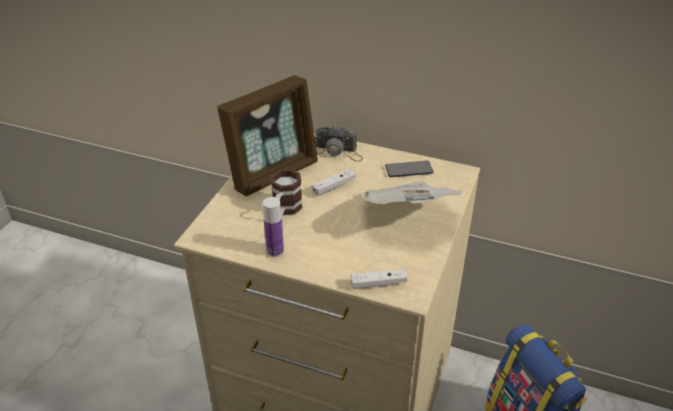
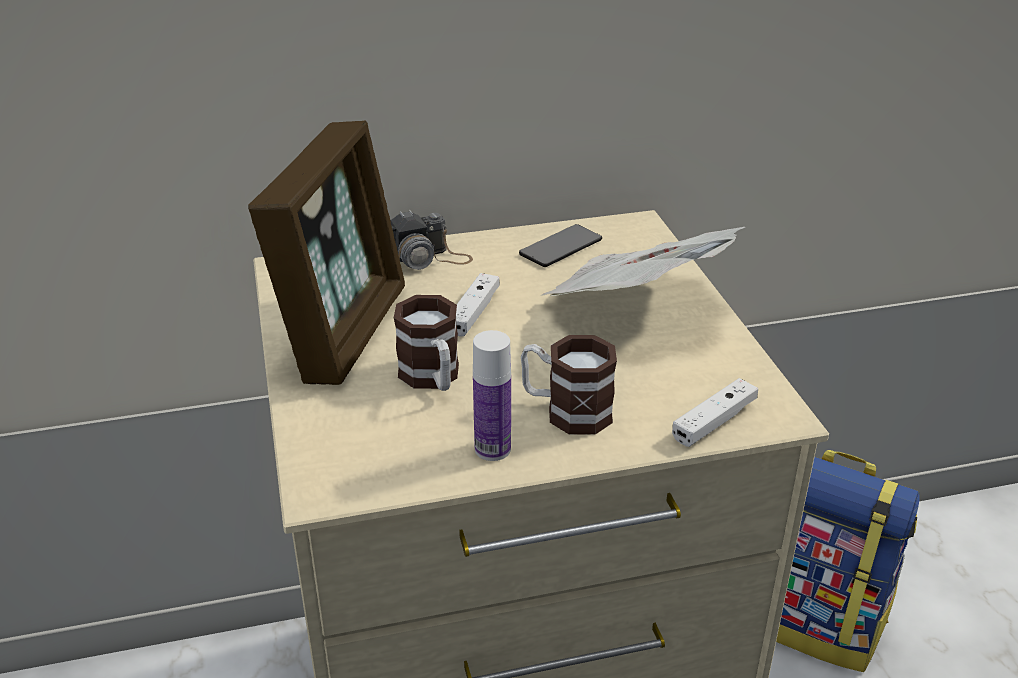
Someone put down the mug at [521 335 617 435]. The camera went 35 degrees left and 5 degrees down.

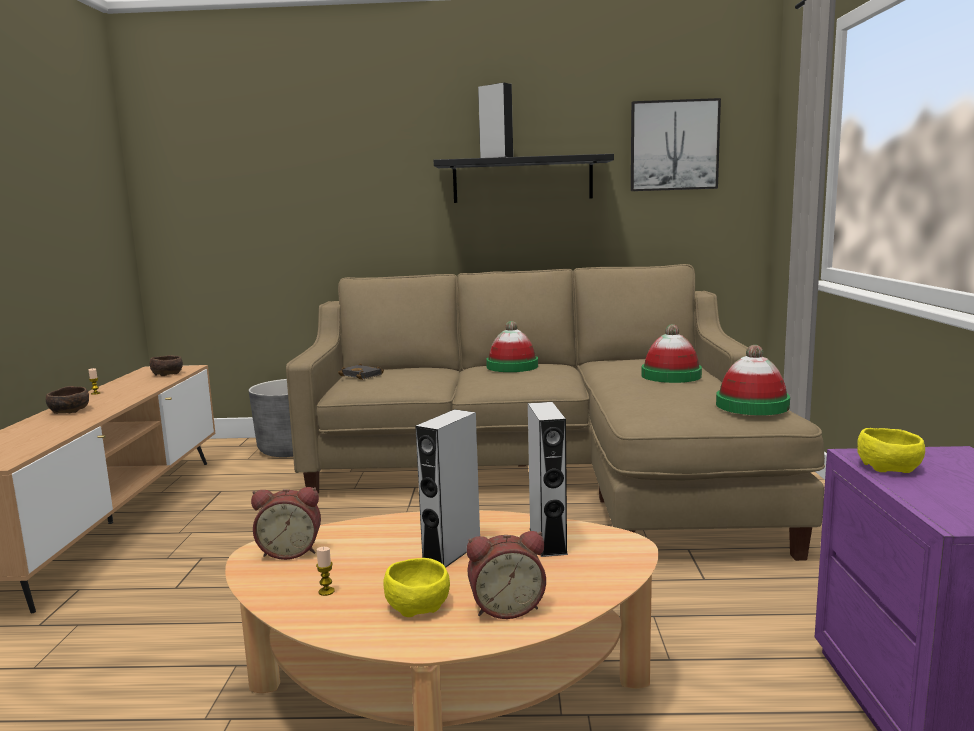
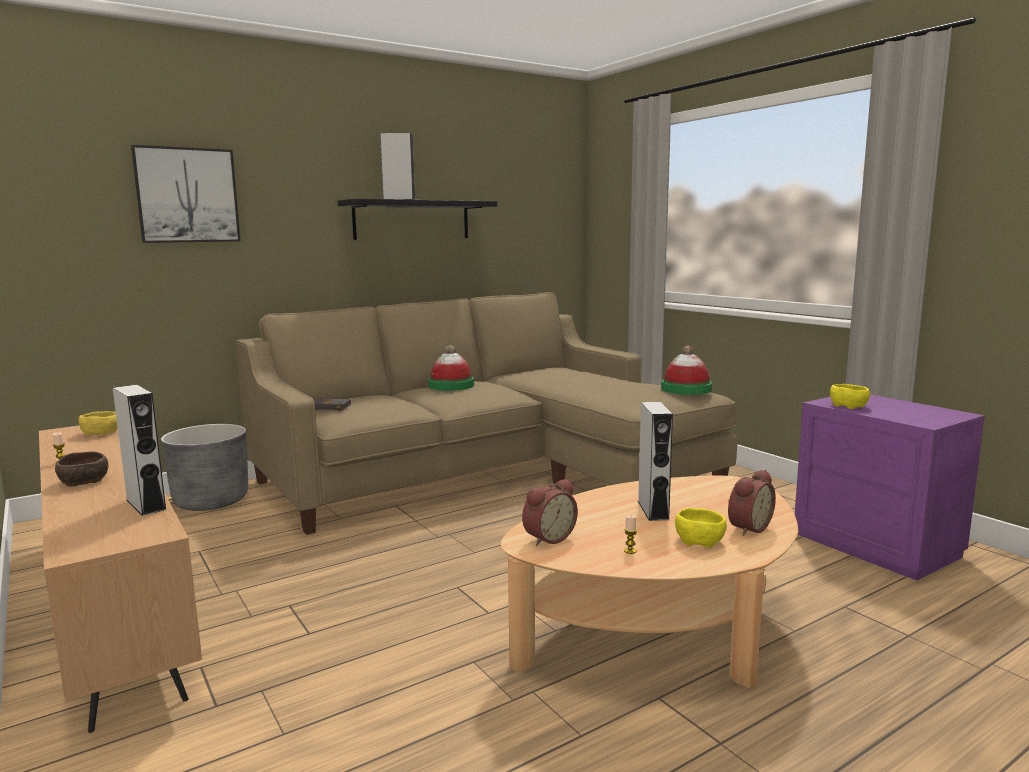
Someone repainted the bol (marron) at [149 355 183 376], which became the bol (jaune) at [78 411 118 437]. Someone carried the enceinte (gris) from [528 402 568 557] to [113 385 167 516]. Someone carried the tableau from [631 98 721 191] to [131 145 241 243]. Someone took away the chapeau at [641 324 702 383]. The camera went 35 degrees left and 0 degrees up.

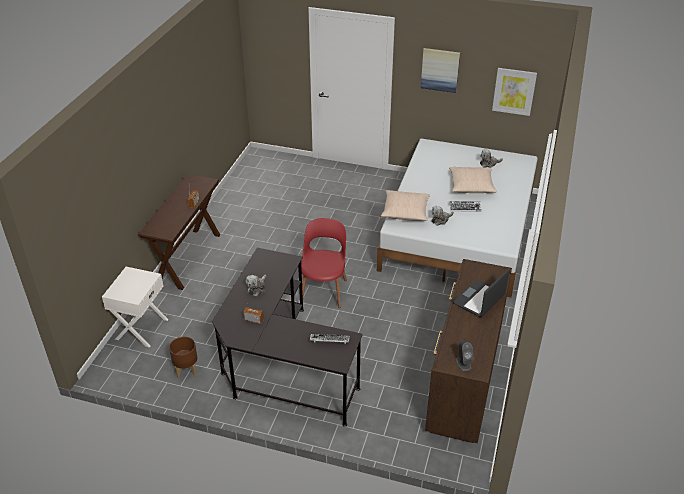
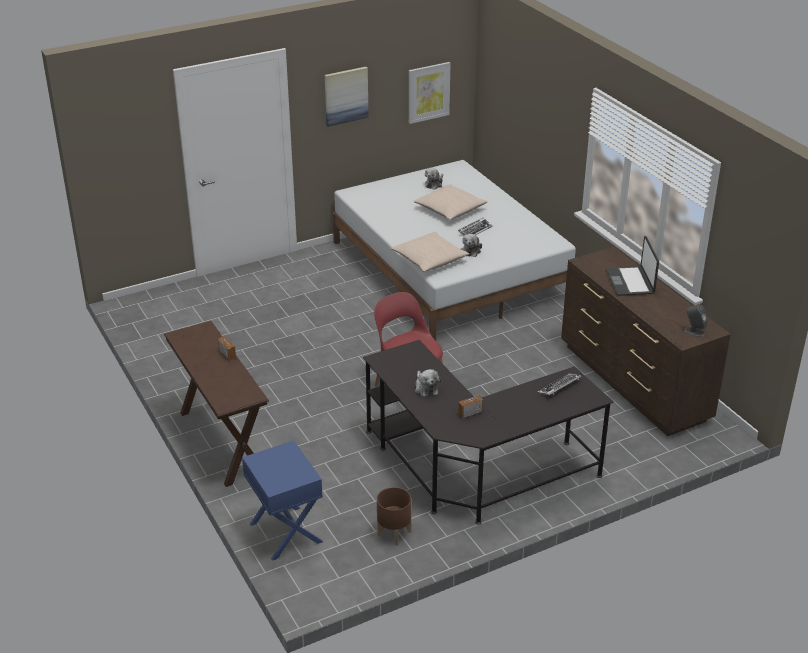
Someone repainted the table de chevet (blanc) at [102 267 168 348], which became the table de chevet (bleu) at [242 440 323 561]. The camera went 45 degrees left and 5 degrees down.

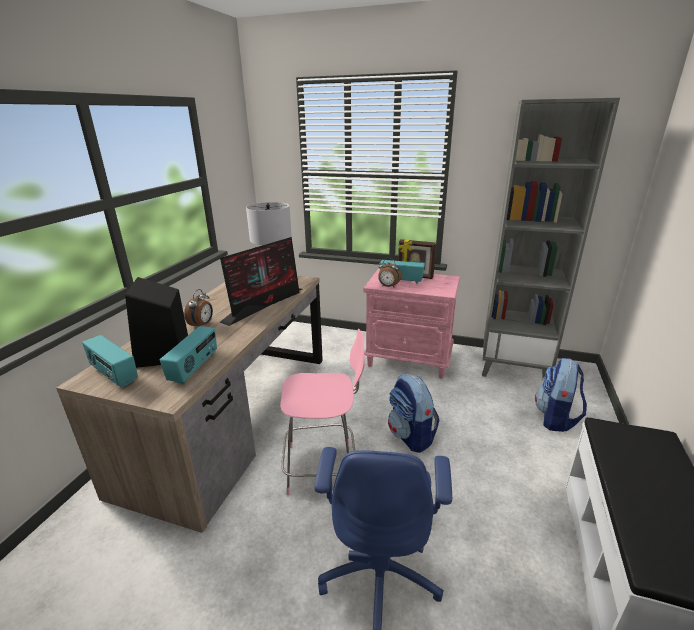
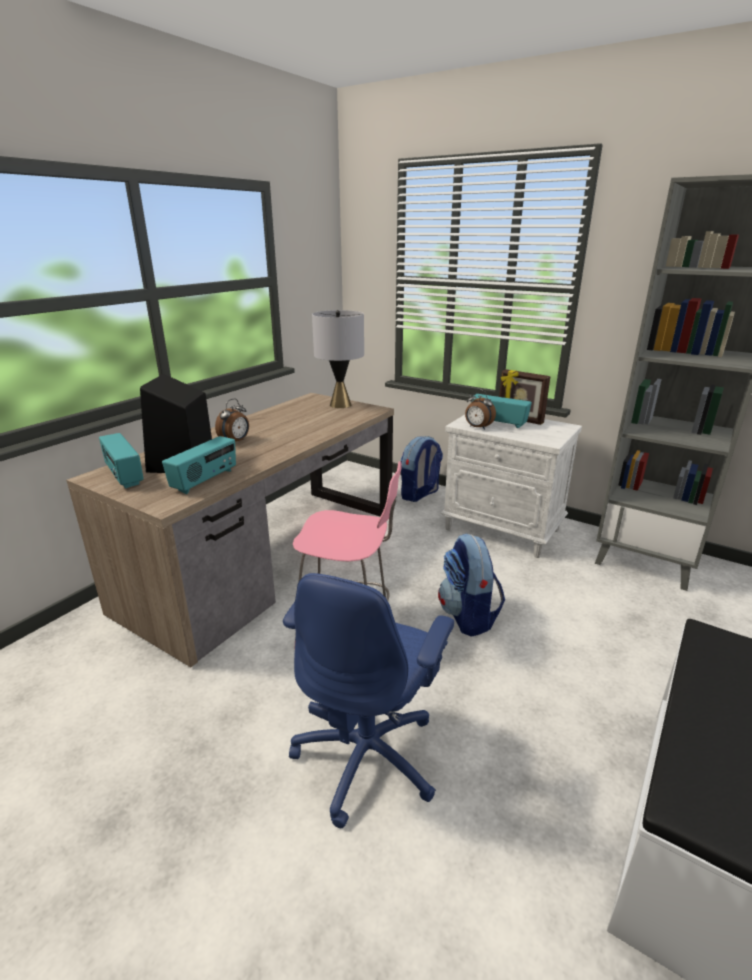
Someone carried the sac à dos from [535 358 587 432] to [401 436 443 502]. Someone repainted the table de chevet (rose) at [363 269 460 378], which became the table de chevet (blanc) at [440 415 582 558]. Someone took away the écran d'ordinateur at [220 237 302 326]. The camera went 15 degrees right and 0 degrees up.

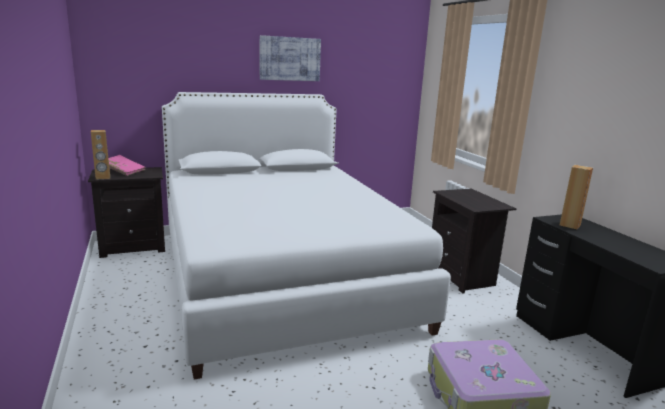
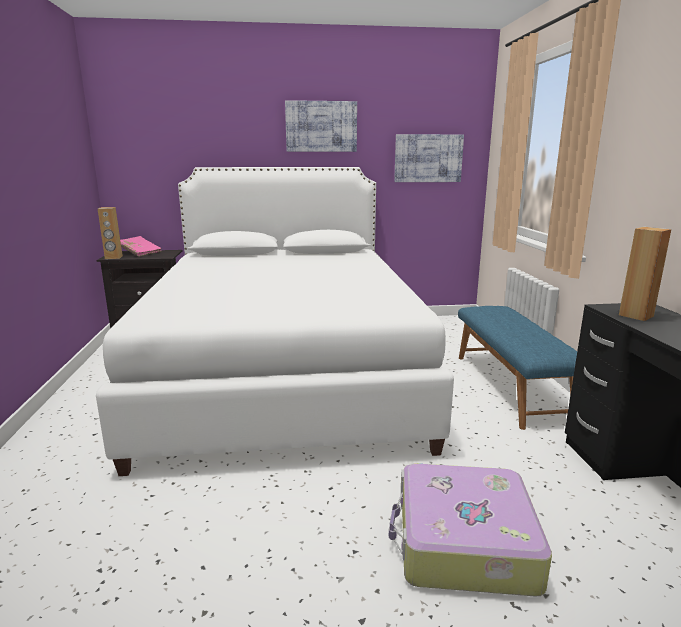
Someone put up the tableau at [394 134 464 182]. Someone swapped the table de chevet (noir) at [432 189 517 294] for the banc (bleu) at [458 306 577 430]. The camera went 15 degrees right and 0 degrees up.

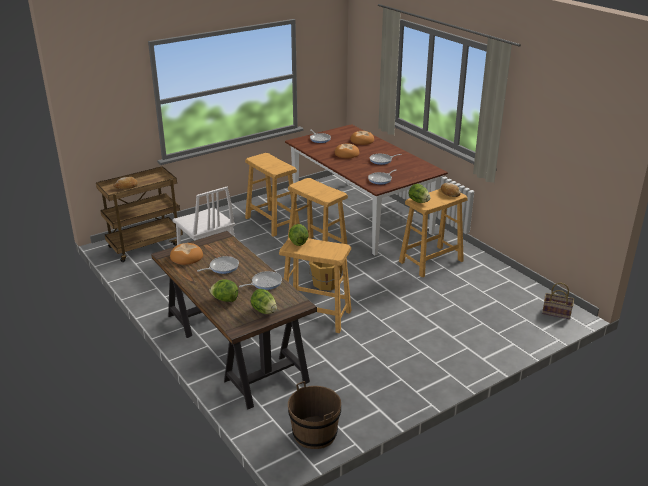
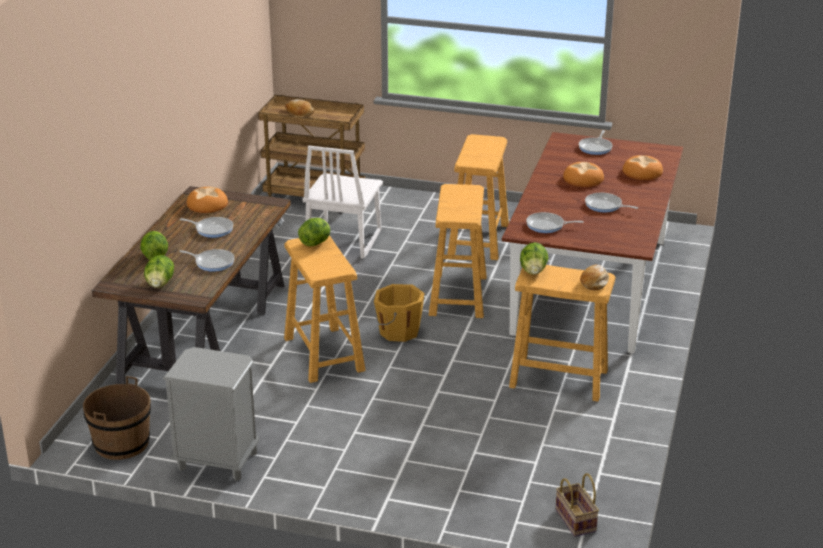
Someone put down the table de chevet (gris) at [163 347 259 481]. The camera went 50 degrees right and 0 degrees up.

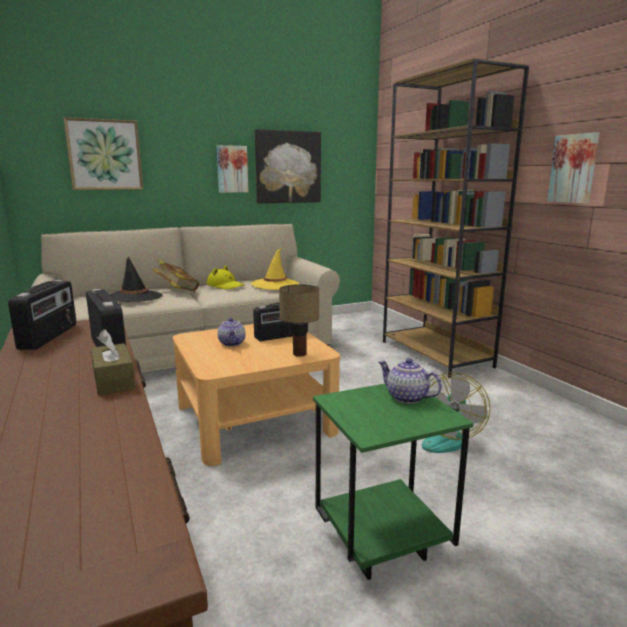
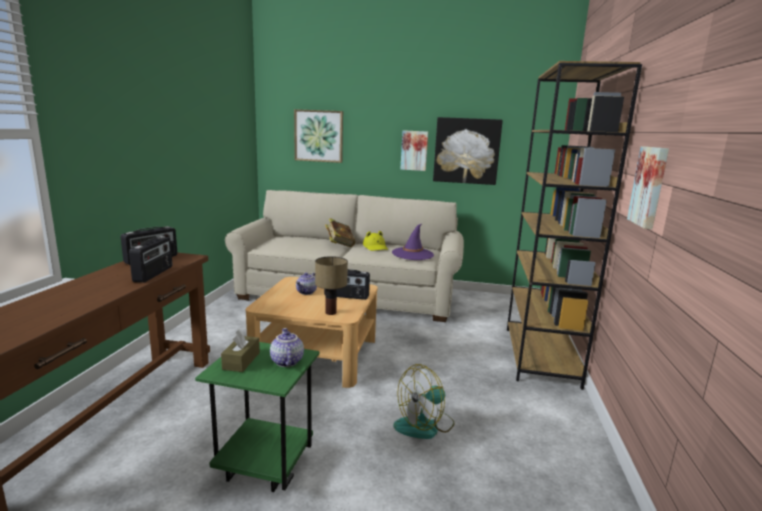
Someone carried the boîte à mouchoirs (marron) from [91 329 135 395] to [221 329 260 372]. Someone repainted the chapeau (jaune) at [251 248 299 290], which became the chapeau (violet) at [392 224 434 260]. Someone took away the chapeau (noir) at [110 256 163 302]. The camera went 35 degrees right and 0 degrees up.

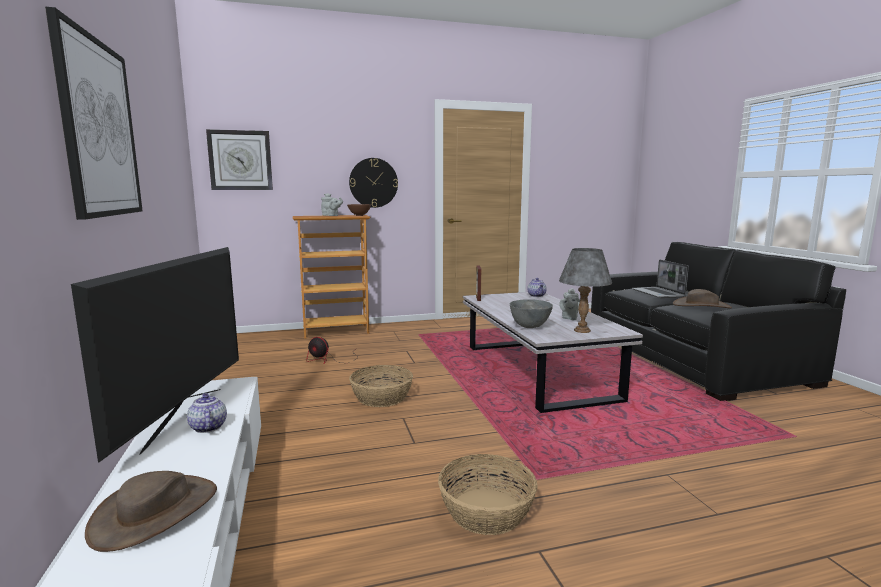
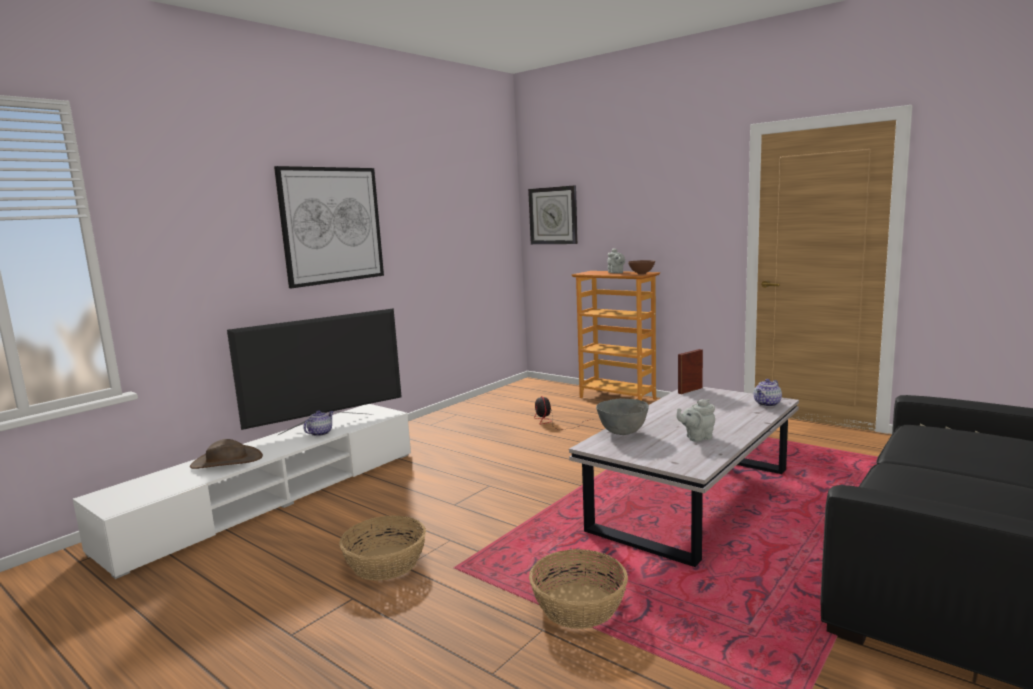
Someone carried the panier from [349 365 413 407] to [529 549 628 629]. Someone took away the horloge murale at [349 158 398 208]. Someone took away the lampe de table (gris) at [559 248 612 333]. Someone took away the ordinateur portable at [632 260 689 298]. Someone took away the chapeau (marron) at [673 289 732 308]. The camera went 55 degrees right and 0 degrees up.

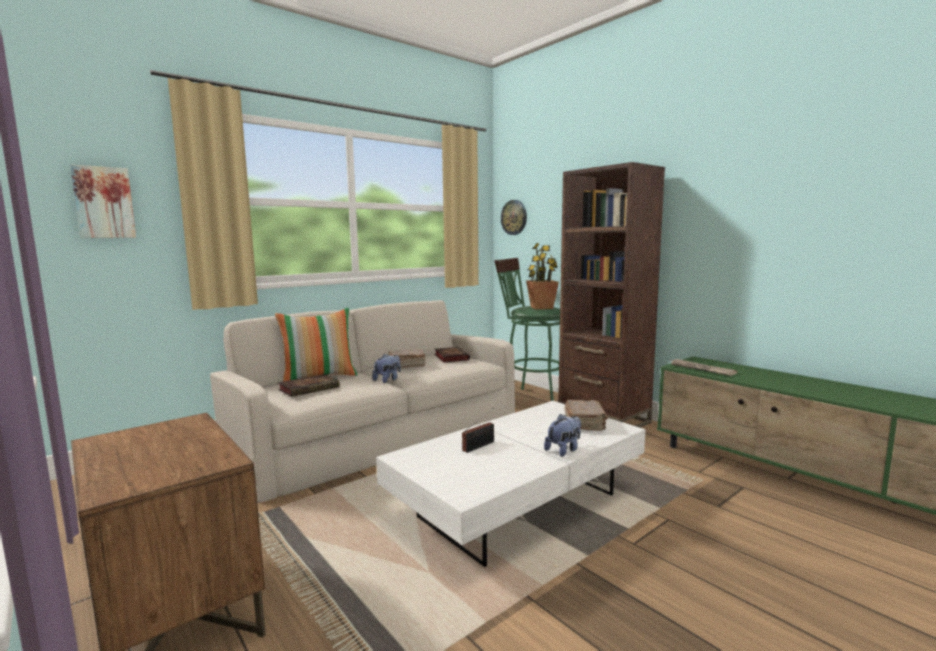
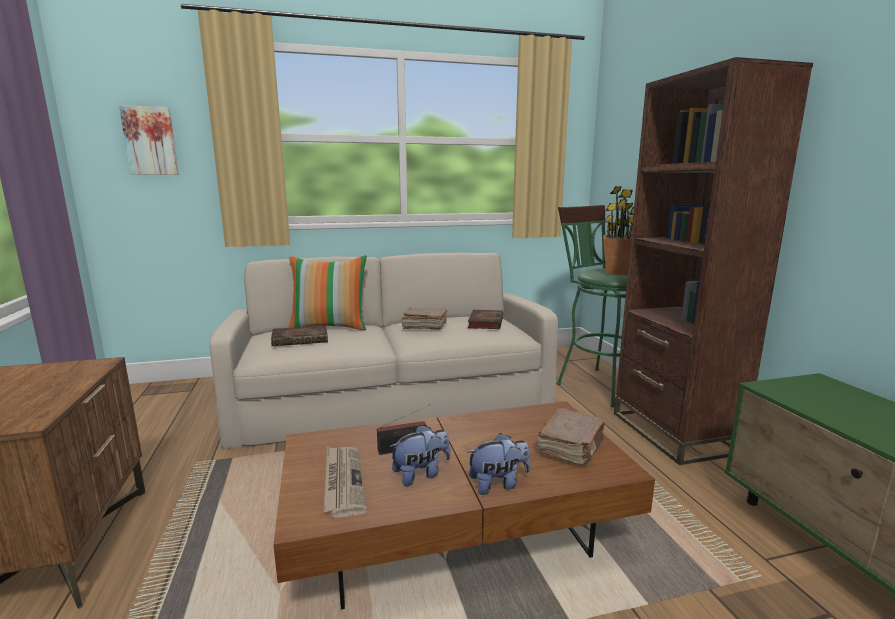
Someone repainted the table basse (blanc) at [376 401 646 567], which became the table basse (marron) at [273 401 655 610]. Someone carried the journal from [670 359 737 376] to [324 447 367 518]. Someone carried the peluche from [372 354 401 383] to [389 425 451 486]. Someone took away the horloge murale at [501 200 527 235]. The camera went 25 degrees right and 5 degrees up.

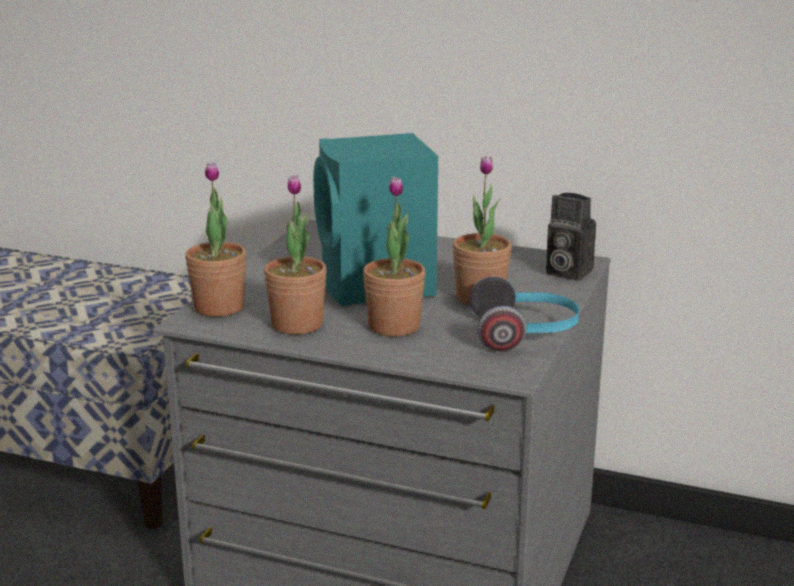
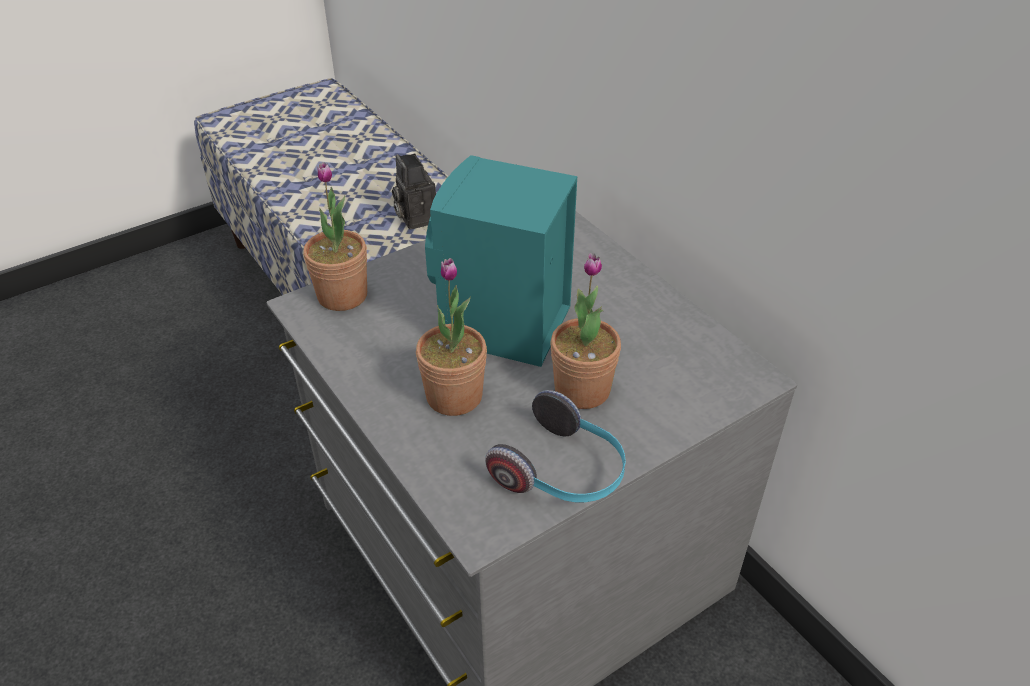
Someone carried the appareil photo from [546 193 596 281] to [392 154 436 230]. Someone took away the plante en pot at [264 175 327 334]. The camera went 35 degrees right and 20 degrees up.

